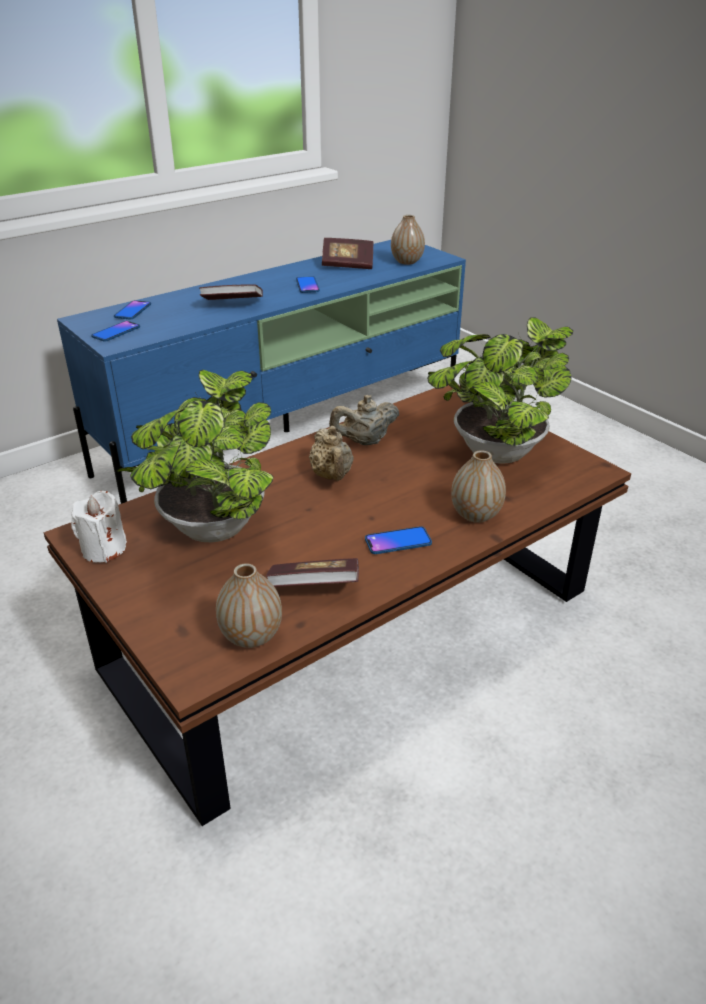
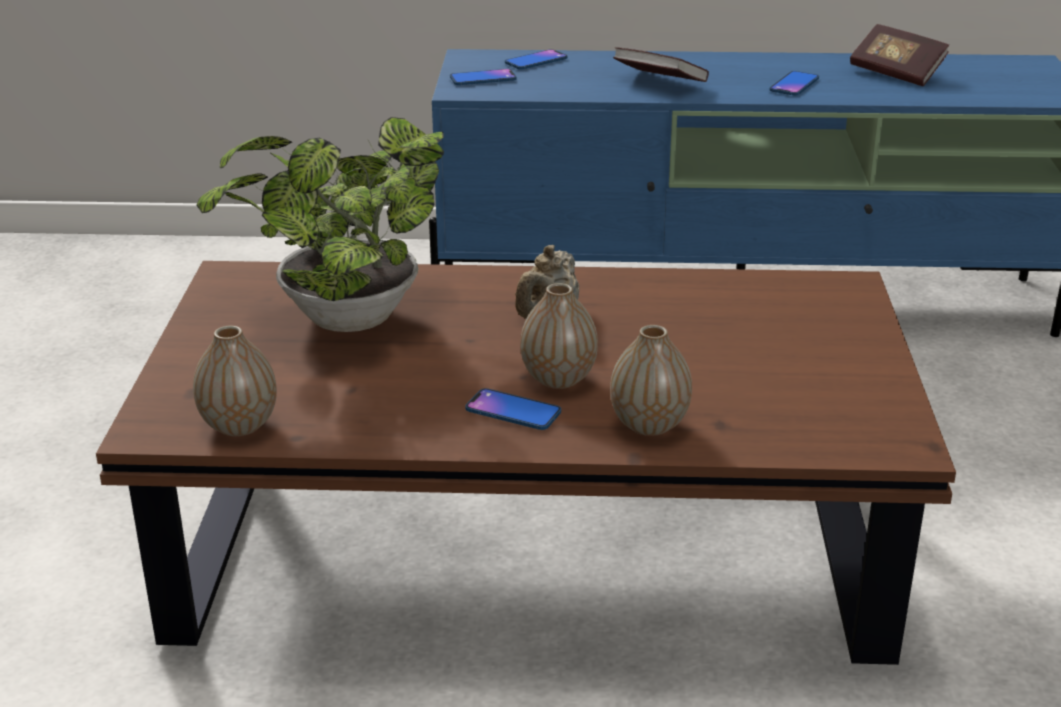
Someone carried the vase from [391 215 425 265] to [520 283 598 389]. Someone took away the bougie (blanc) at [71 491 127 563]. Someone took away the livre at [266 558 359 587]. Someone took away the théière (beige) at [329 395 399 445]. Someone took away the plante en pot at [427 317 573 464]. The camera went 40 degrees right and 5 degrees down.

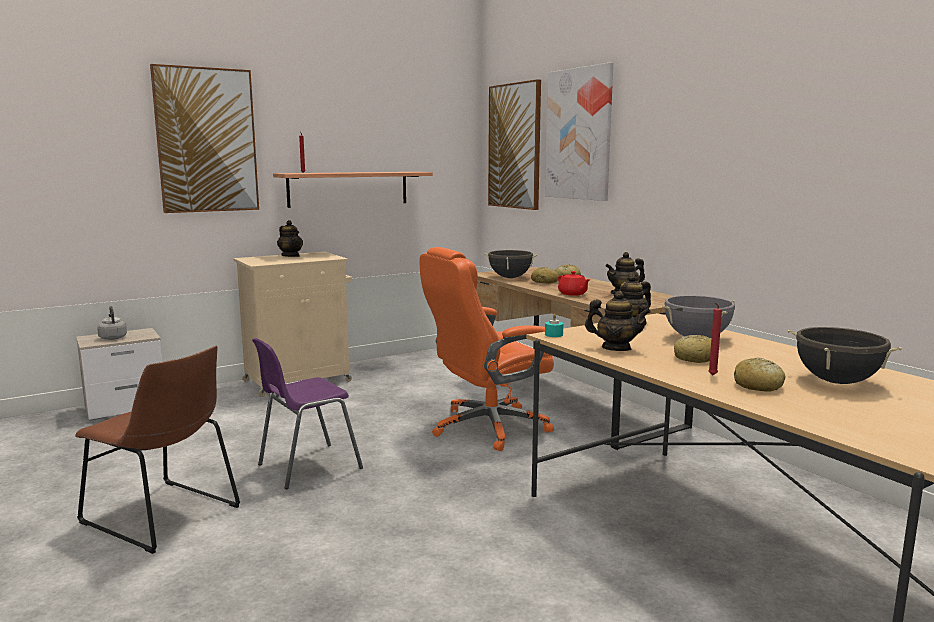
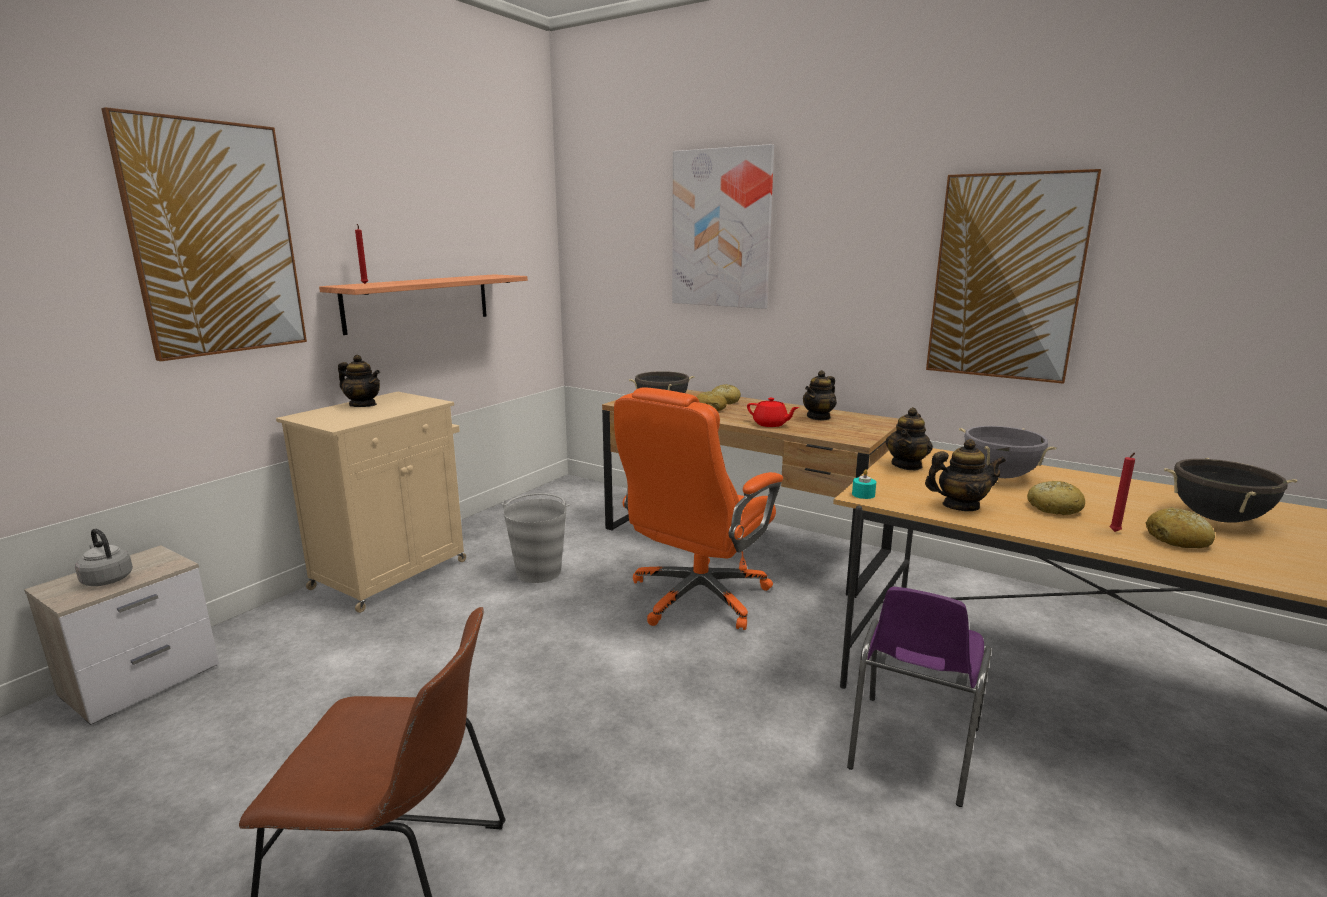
Someone put down the seau (gris) at [501 493 570 583]. Someone carried the chaise (violet) from [252 338 363 489] to [847 587 991 807]. Someone carried the tableau from [488 79 541 210] to [926 169 1101 384]. The camera went 25 degrees left and 5 degrees up.

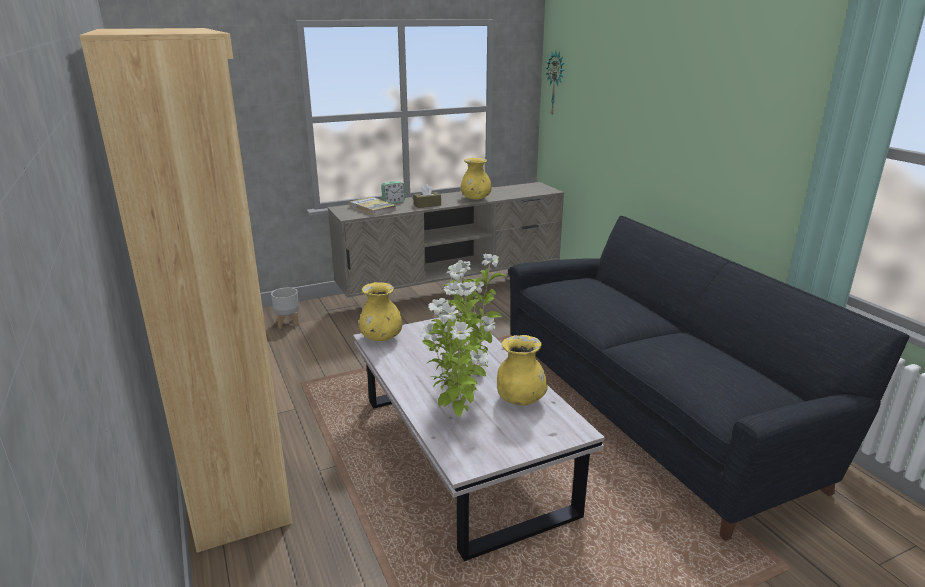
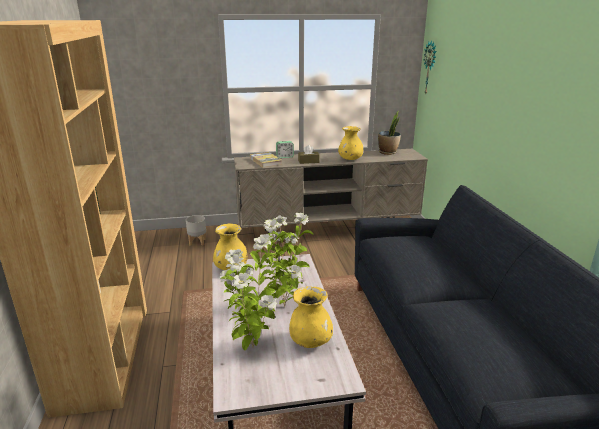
Someone put down the plante en pot at [378 111 401 155]. The camera went 15 degrees right and 0 degrees up.

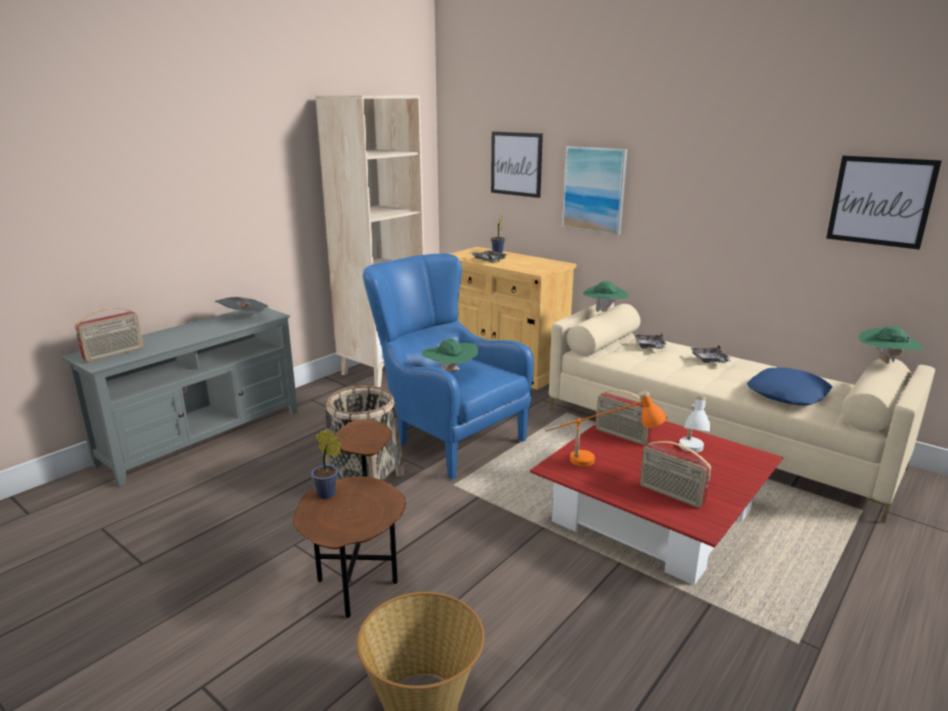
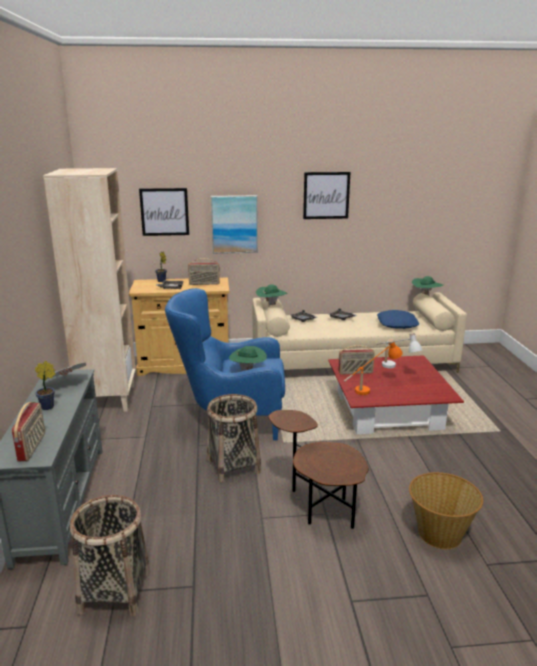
Someone carried the plante en pot from [311 430 342 499] to [35 361 56 410]. Someone put down the panier at [70 495 150 616]. Someone carried the radio from [640 441 712 508] to [188 258 220 285]. Someone carried the tableau from [826 156 942 250] to [303 172 350 219]. The camera went 45 degrees left and 0 degrees up.

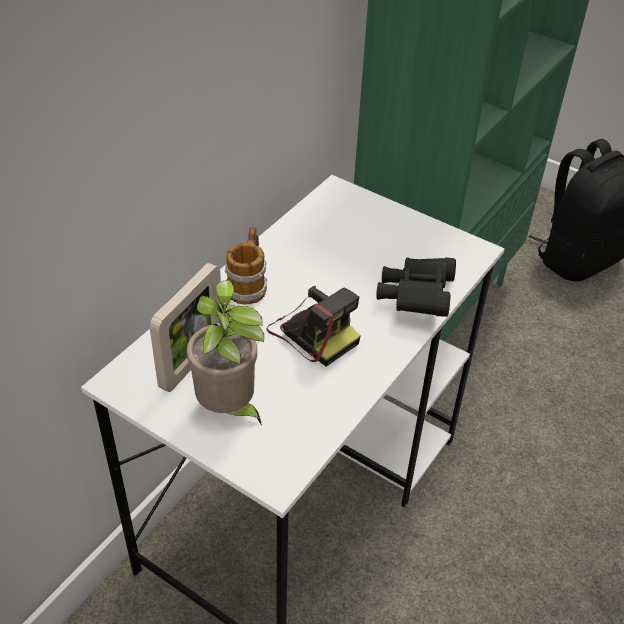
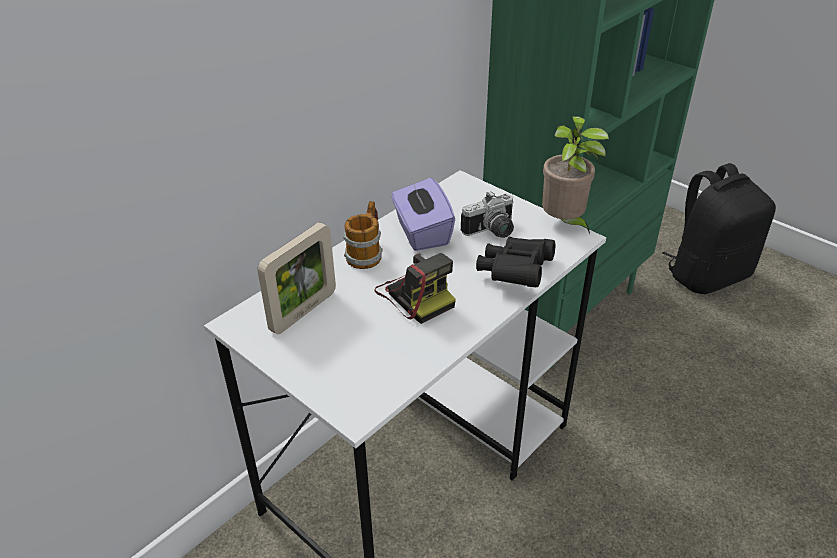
Someone put down the boîte à mouchoirs (violet) at [391 178 455 251]. Someone put down the appareil photo at [461 191 514 238]. Someone carried the plante en pot from [187 280 264 425] to [542 116 609 234]. The camera went 10 degrees right and 5 degrees down.

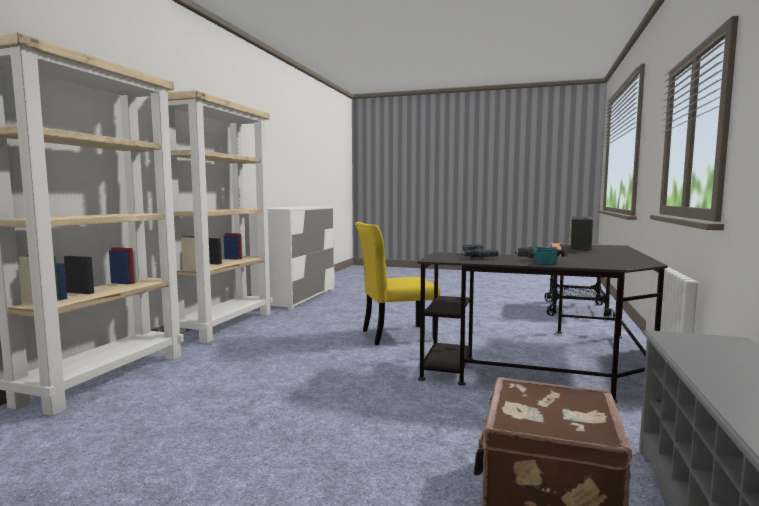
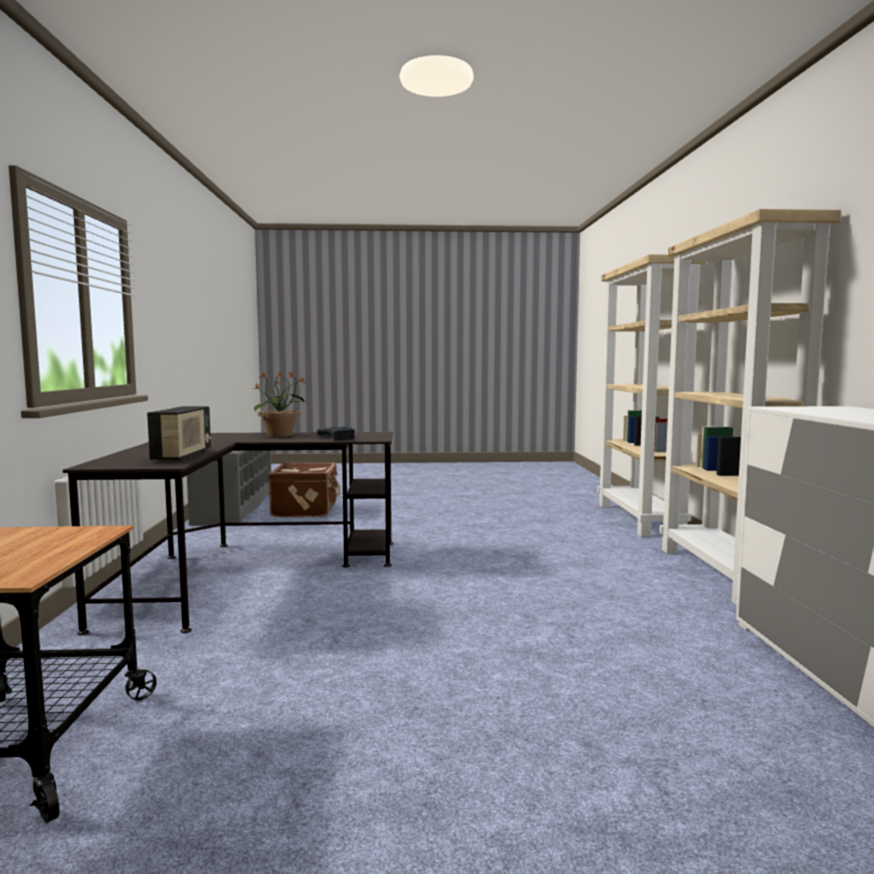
Someone swapped the perceuse at [513 246 558 265] for the plante en pot at [253 371 309 437]. Someone took away the chaise (jaune) at [355 222 440 345]. The camera went 160 degrees right and 0 degrees up.

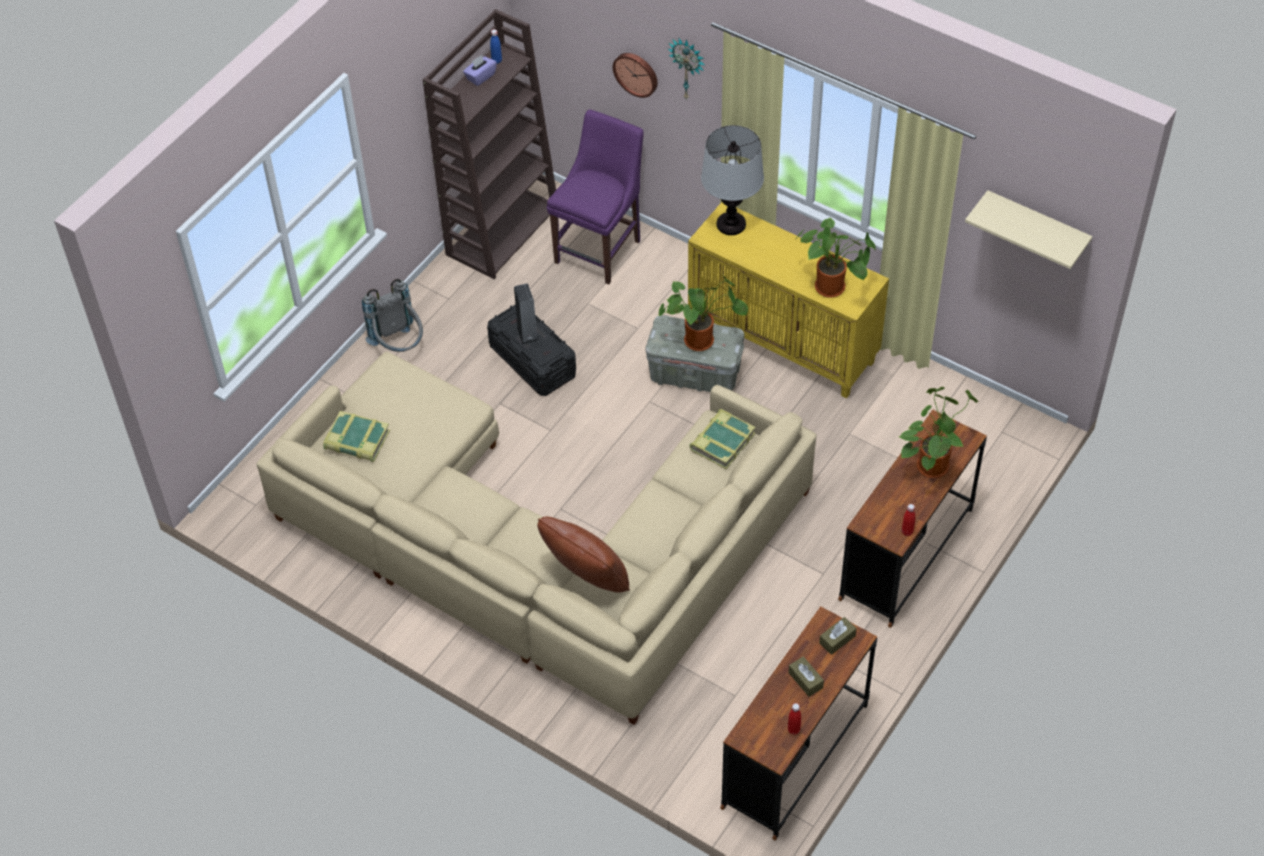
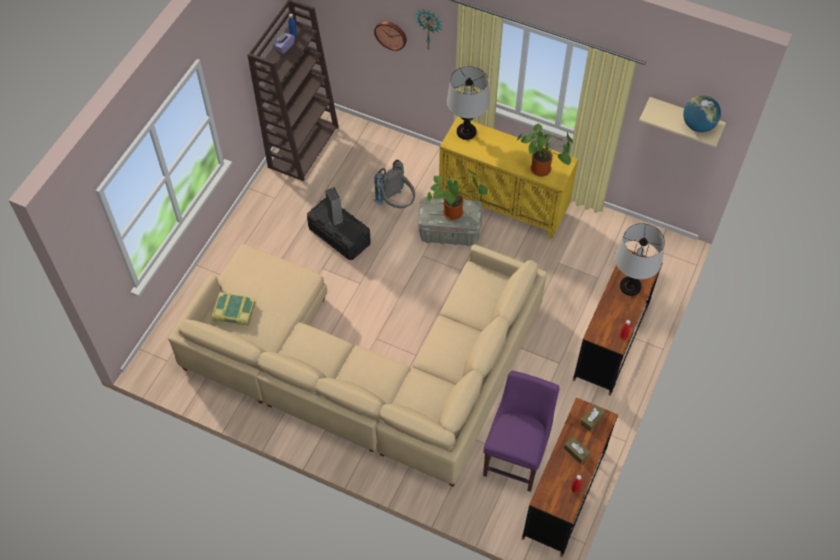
Someone carried the sac à dos (gris) from [362 279 423 352] to [374 160 415 208]. Someone carried the chaise (violet) from [547 110 644 285] to [483 371 559 492]. Someone swapped the plante en pot at [899 387 979 478] for the lampe de table at [615 223 665 296]. Someone put down the globe at [683 95 721 132]. Someone took away the coussin (marron) at [537 516 630 593]. Someone took away the livre at [690 409 755 469]. The camera went 10 degrees left and 5 degrees up.

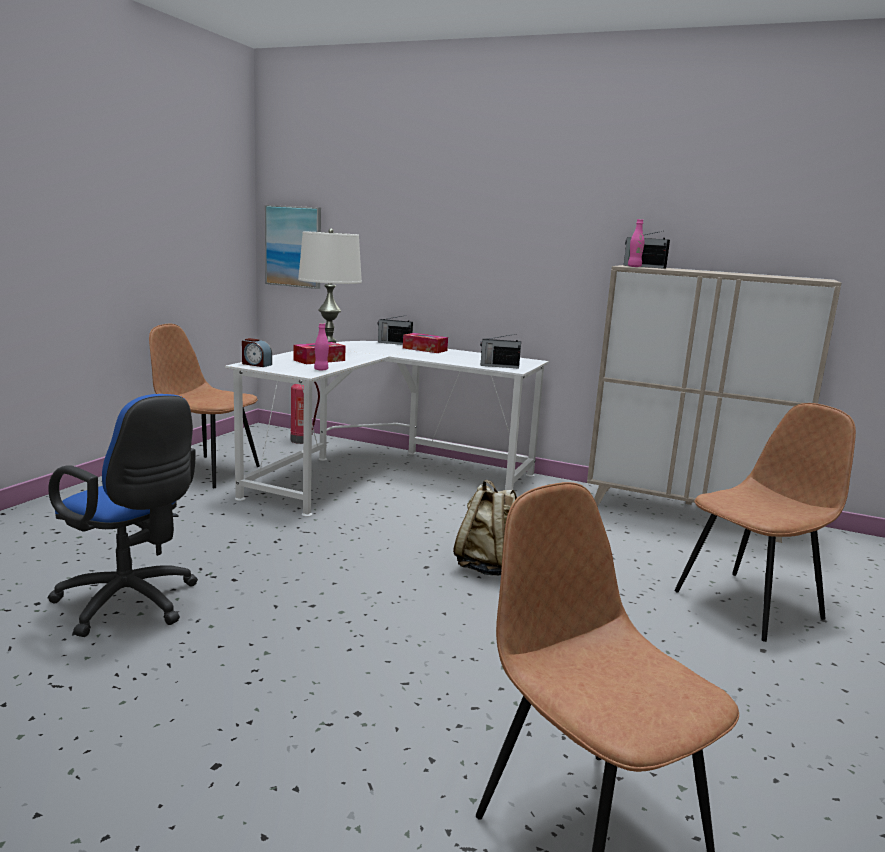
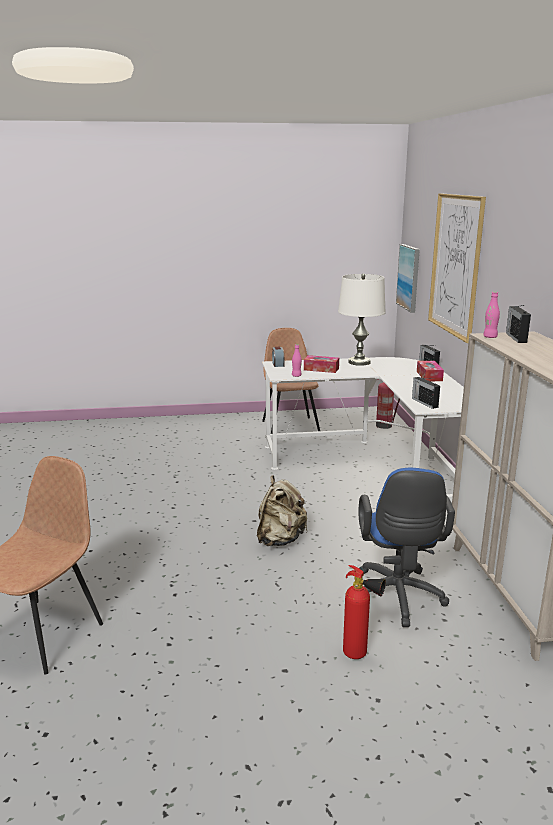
Someone swapped the chaise (marron) at [674 403 856 642] for the extincteur at [343 565 386 659]. Someone carried the chaise de bureau (bleu) from [47 394 198 637] to [359 468 455 627]. Someone put up the tableau at [428 193 486 343]. The camera went 60 degrees right and 5 degrees up.

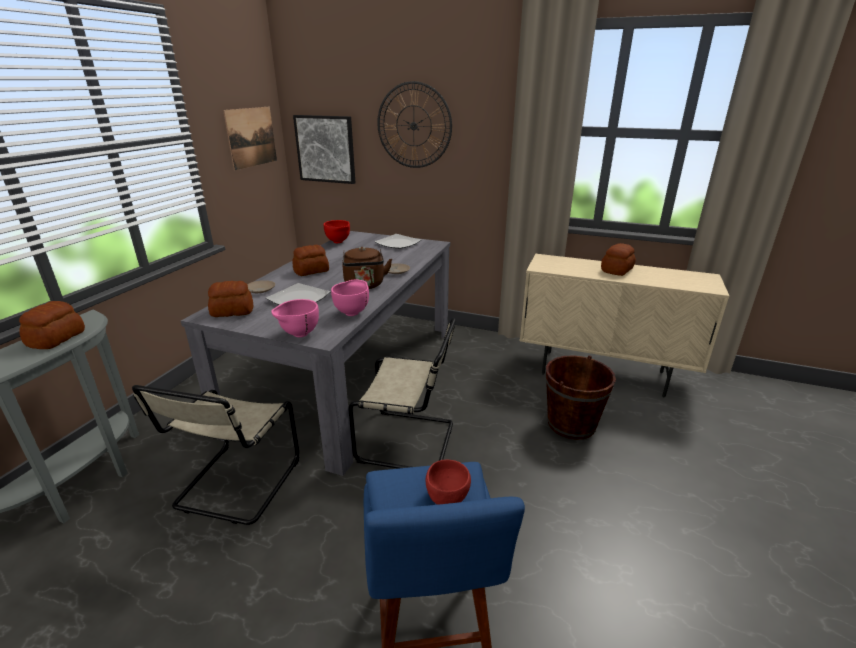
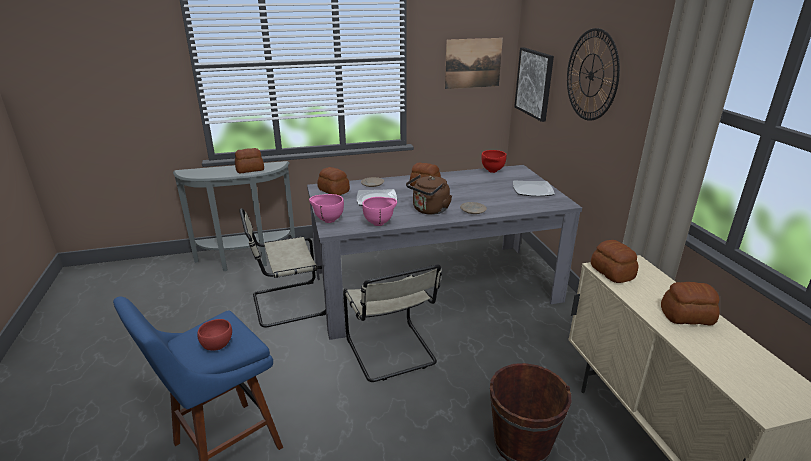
Someone put down the pain at [591 240 639 283]. The camera went 55 degrees right and 0 degrees up.

